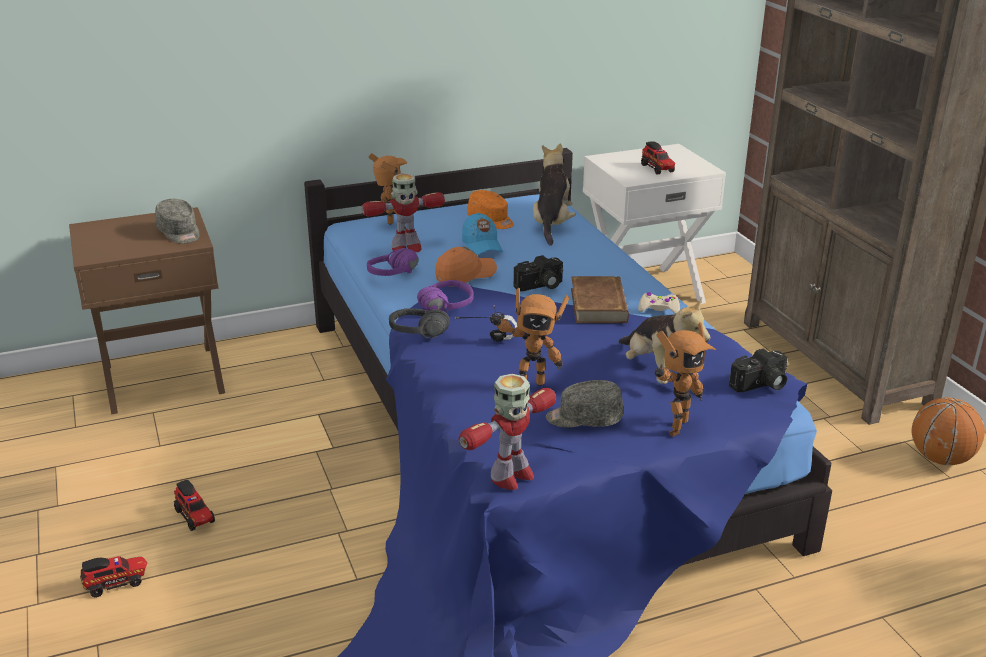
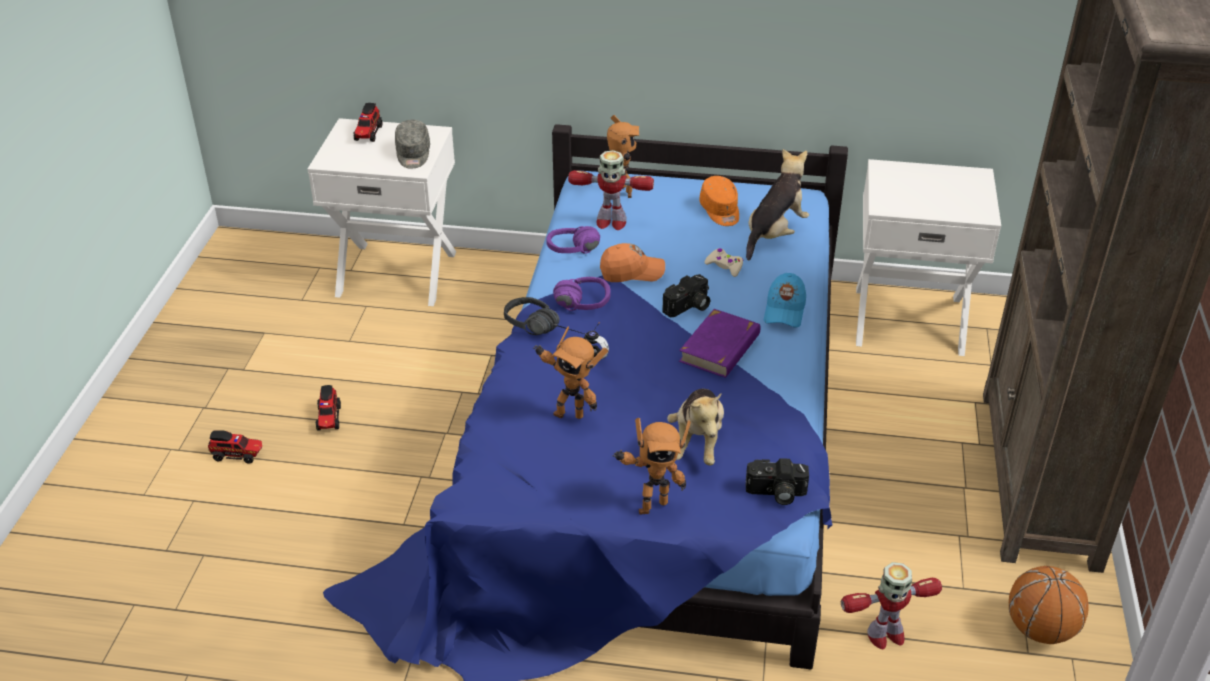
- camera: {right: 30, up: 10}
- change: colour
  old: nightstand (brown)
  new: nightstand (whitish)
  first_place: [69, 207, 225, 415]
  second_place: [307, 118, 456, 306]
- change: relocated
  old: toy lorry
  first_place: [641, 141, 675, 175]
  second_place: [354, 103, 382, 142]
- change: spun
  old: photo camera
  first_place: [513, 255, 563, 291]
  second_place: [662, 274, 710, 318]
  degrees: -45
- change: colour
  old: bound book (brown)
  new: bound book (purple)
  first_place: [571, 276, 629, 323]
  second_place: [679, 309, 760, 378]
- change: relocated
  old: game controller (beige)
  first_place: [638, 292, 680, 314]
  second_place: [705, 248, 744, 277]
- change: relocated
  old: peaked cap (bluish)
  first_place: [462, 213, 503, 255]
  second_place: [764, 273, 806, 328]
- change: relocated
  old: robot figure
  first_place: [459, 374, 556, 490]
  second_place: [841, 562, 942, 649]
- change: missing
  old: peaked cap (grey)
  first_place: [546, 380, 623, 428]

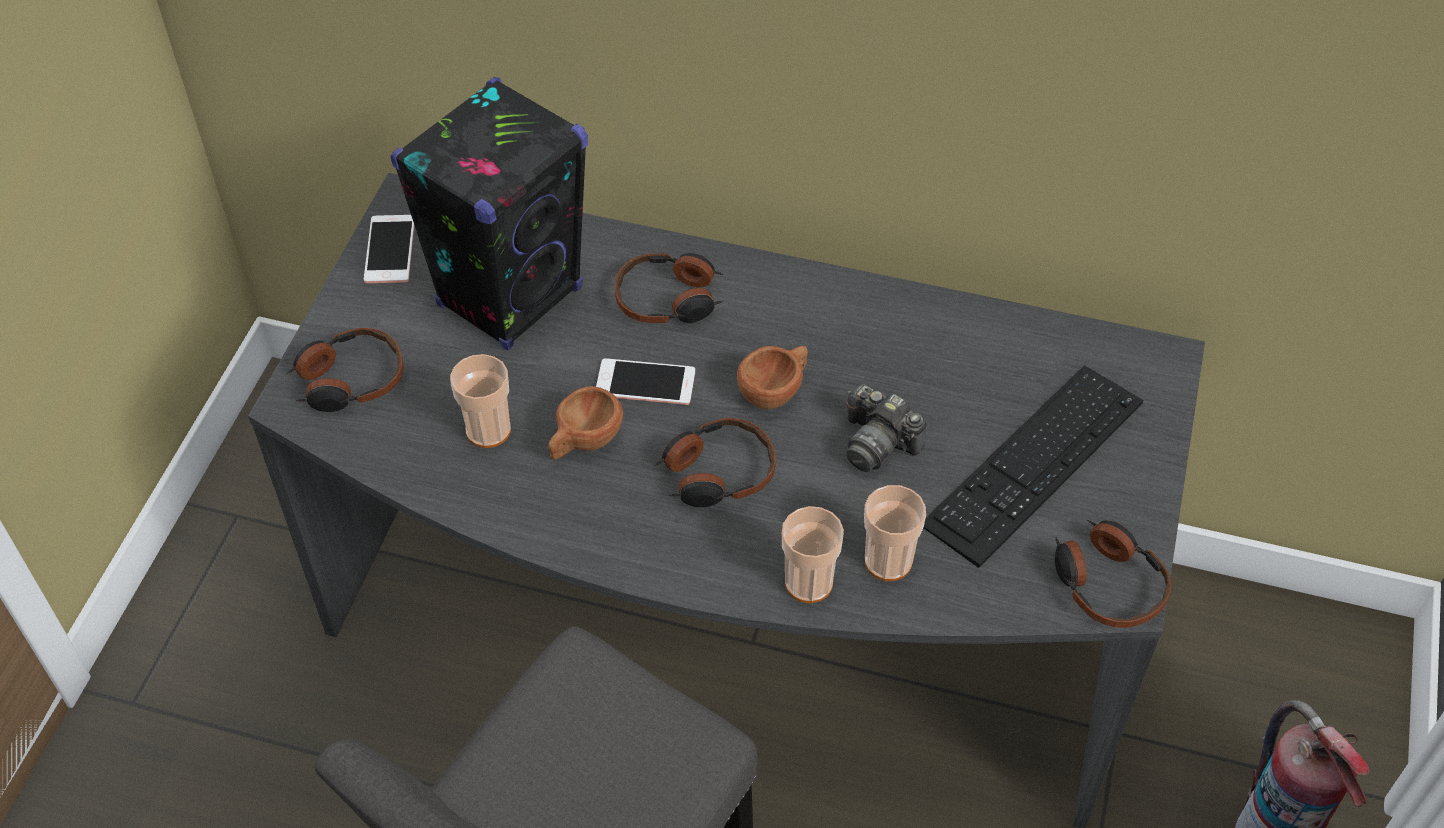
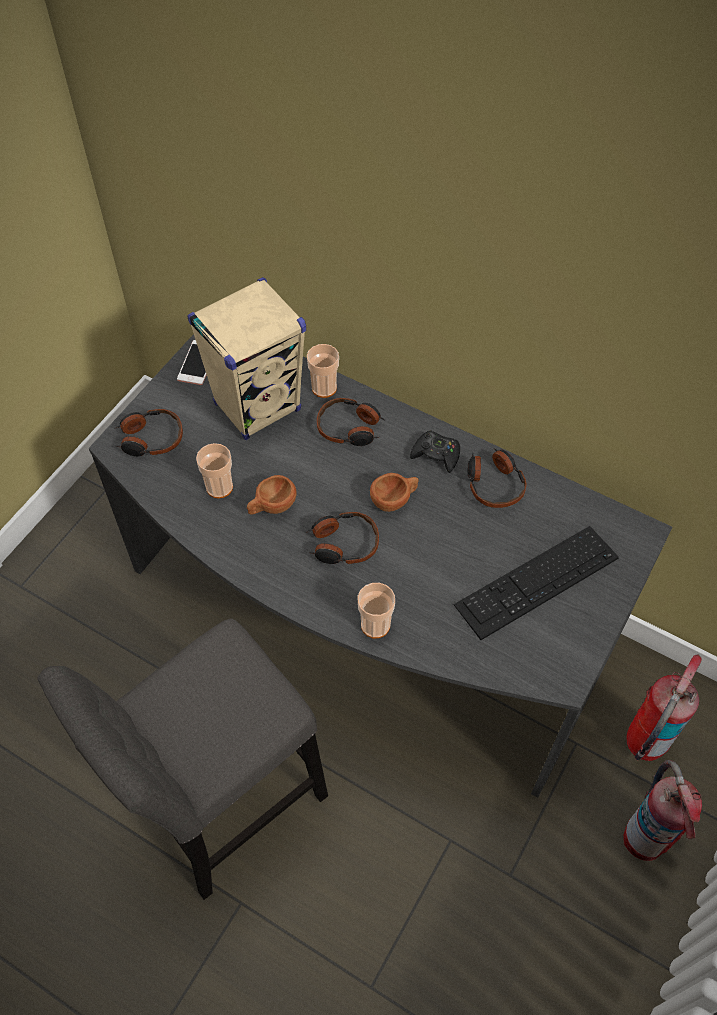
- camera: {right: 15, up: 5}
- change: colour
  old: loudspeaker (black)
  new: loudspeaker (beige)
  first_place: [391, 77, 588, 350]
  second_place: [187, 277, 306, 440]
- change: relocated
  old: cup
  first_place: [864, 485, 926, 581]
  second_place: [307, 344, 339, 398]
- change: appeared
  new: game controller (black)
  second_place: [410, 431, 460, 473]
- change: relocated
  old: headset
  first_place: [1055, 520, 1171, 628]
  second_place: [467, 448, 527, 508]
- change: appeared
  new: fire extinguisher
  second_place: [626, 655, 702, 761]
- change: missing
  old: handset
  first_place: [596, 358, 695, 405]
- change: missing
  old: photo camera
  first_place: [846, 384, 927, 472]

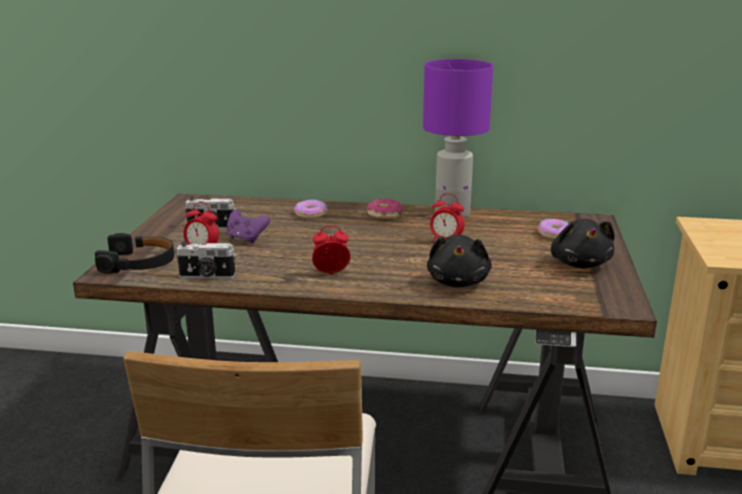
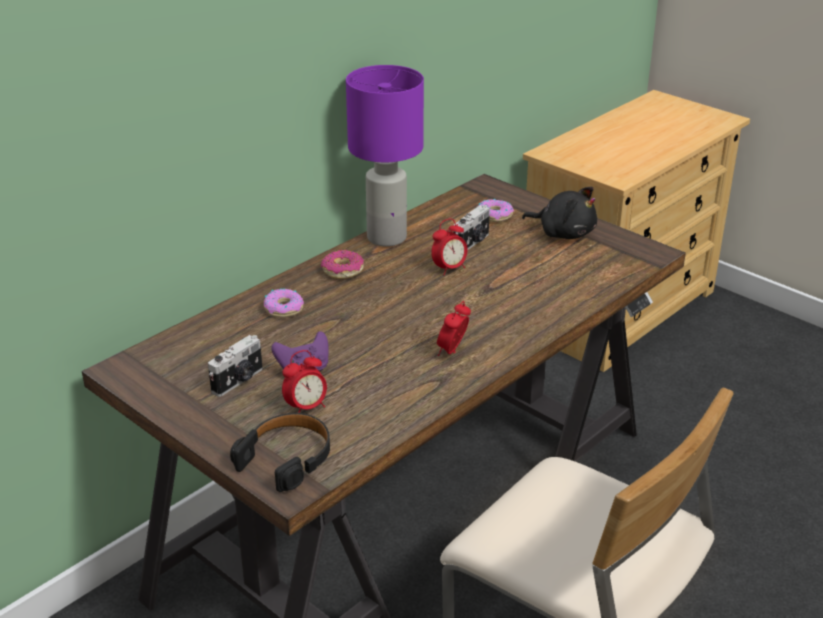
- camera: {right: -55, up: 10}
- change: relocated
  old: photo camera
  first_place: [176, 242, 236, 279]
  second_place: [454, 205, 490, 250]
- change: missing
  old: soft toy (black)
  first_place: [427, 235, 492, 287]

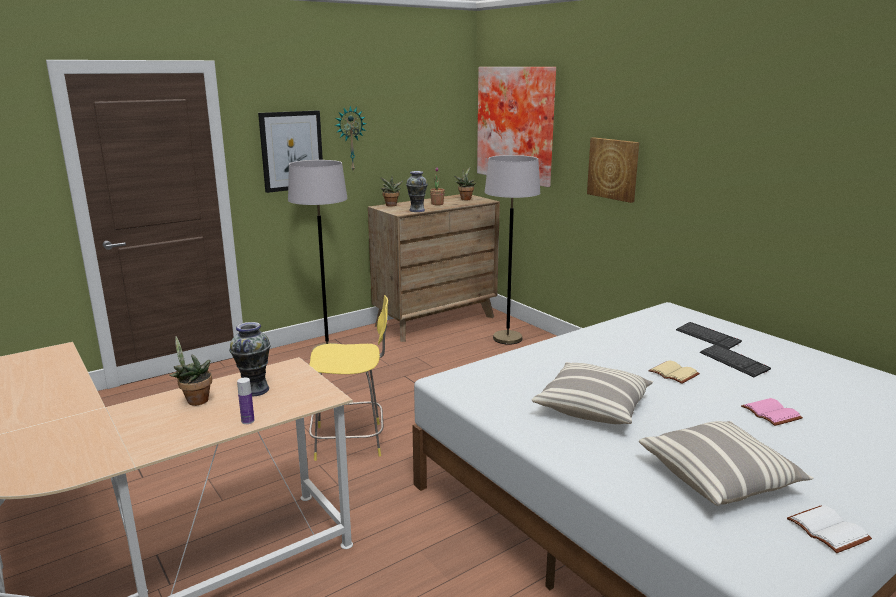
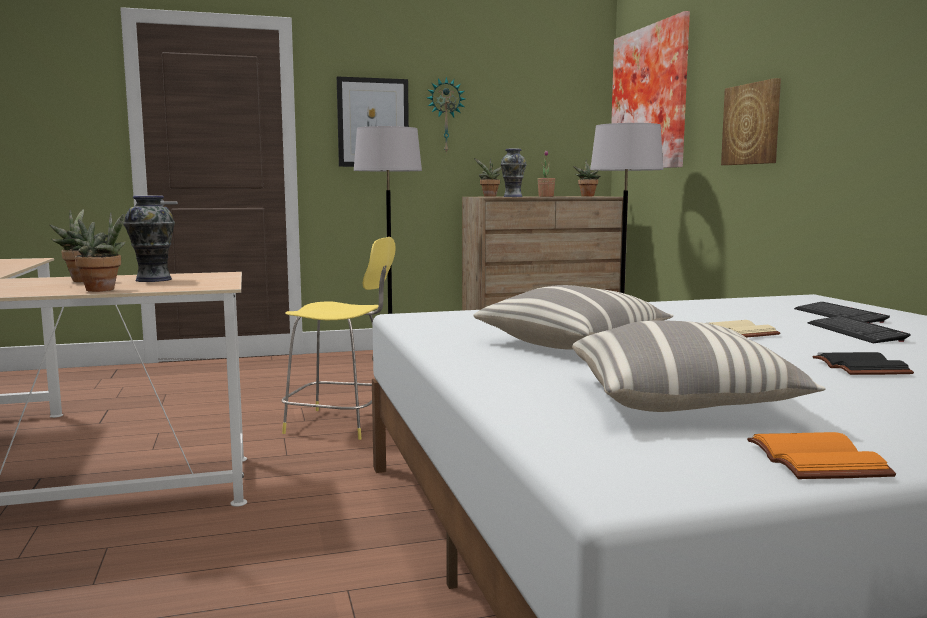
- camera: {right: 20, up: -10}
- change: exchanged
  old: drink bottle
  new: potted plant
  first_place: [237, 378, 254, 424]
  second_place: [74, 212, 126, 292]
- change: colour
  old: bound book (whitish)
  new: bound book (orange-coloured)
  first_place: [787, 505, 872, 553]
  second_place: [747, 432, 896, 479]
- change: colour
  old: bound book (pinkish)
  new: bound book (black)
  first_place: [741, 398, 803, 426]
  second_place: [812, 352, 914, 375]

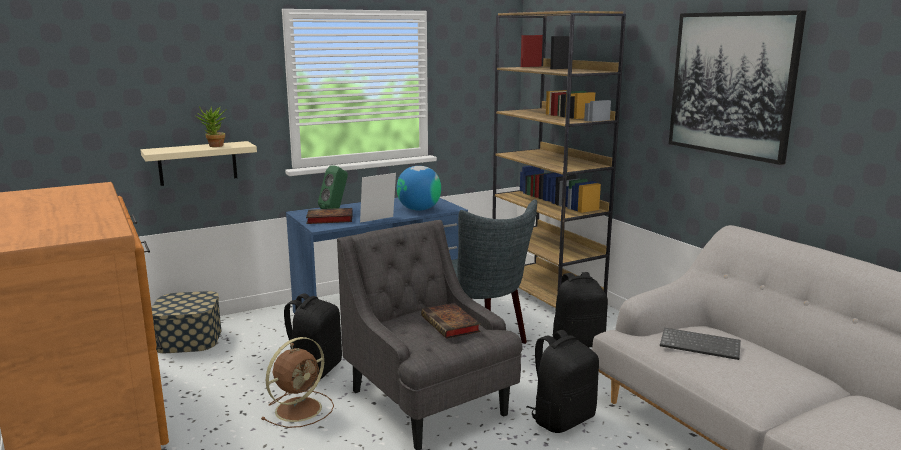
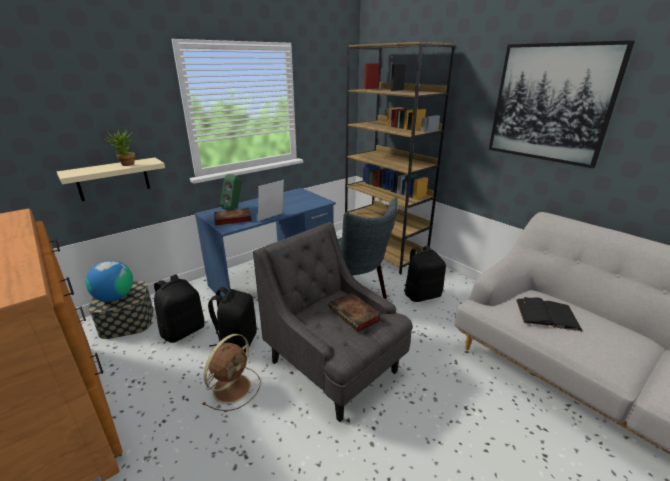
- camera: {right: -10, up: 10}
- change: relocated
  old: globe
  first_place: [397, 166, 441, 211]
  second_place: [86, 261, 133, 302]
- change: relocated
  old: knapsack (black)
  first_place: [526, 330, 599, 433]
  second_place: [154, 274, 205, 343]
- change: exchanged
  old: PC keyboard
  new: bound book (black)
  first_place: [660, 328, 741, 360]
  second_place: [516, 297, 583, 332]

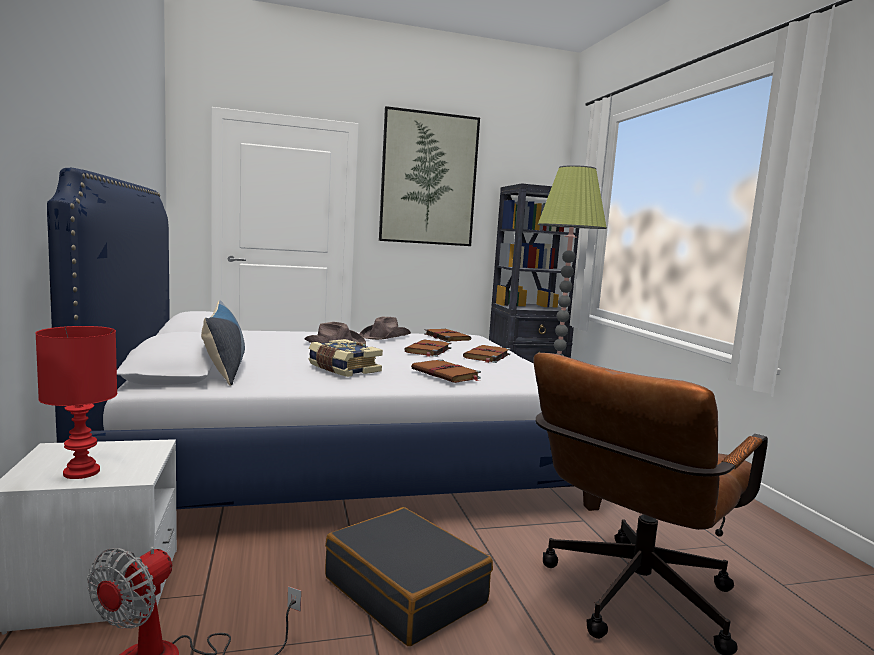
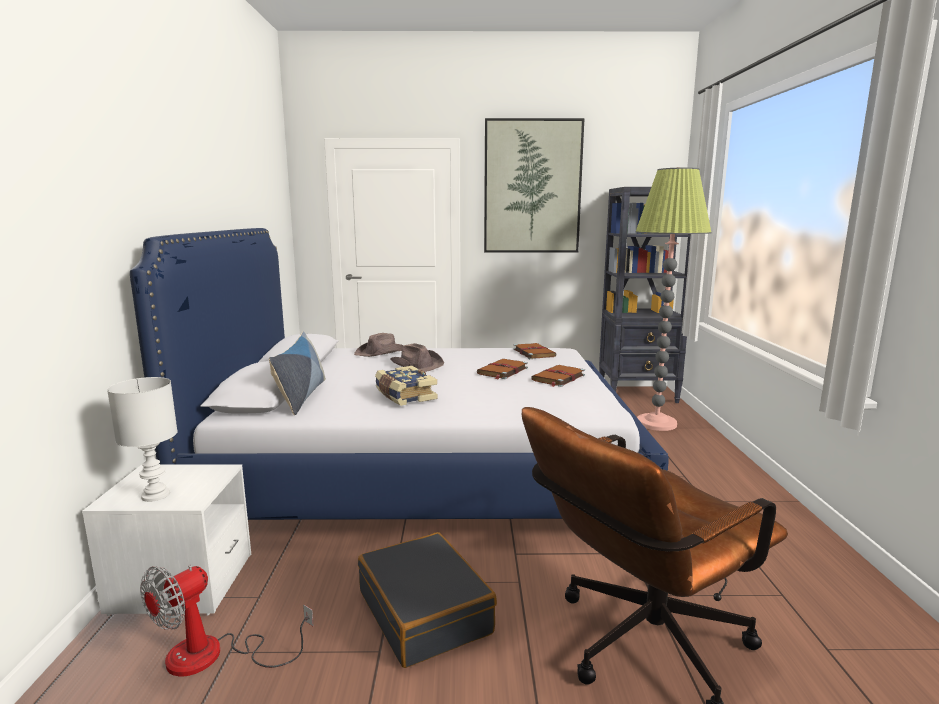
- camera: {right: 15, up: 5}
- change: colour
  old: tabletop lamp (red)
  new: tabletop lamp (whitish)
  first_place: [35, 326, 117, 479]
  second_place: [107, 377, 178, 502]
- change: relocated
  old: wearable hat (brown)
  first_place: [360, 316, 411, 340]
  second_place: [354, 333, 404, 357]
- change: missing
  old: bound book (brown)
  first_place: [411, 359, 481, 383]

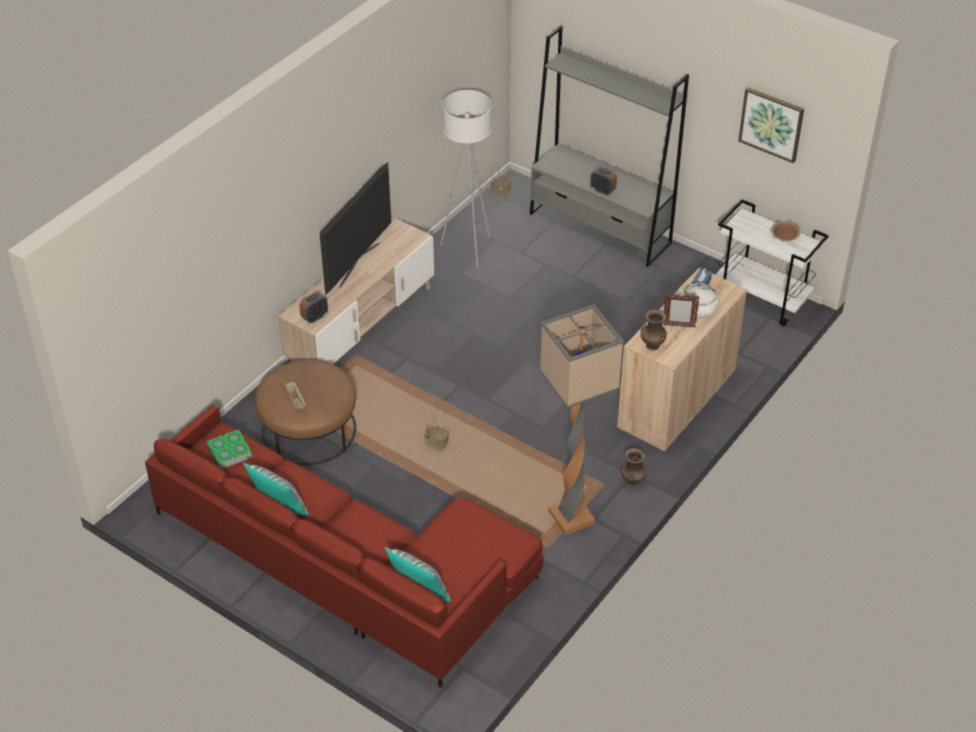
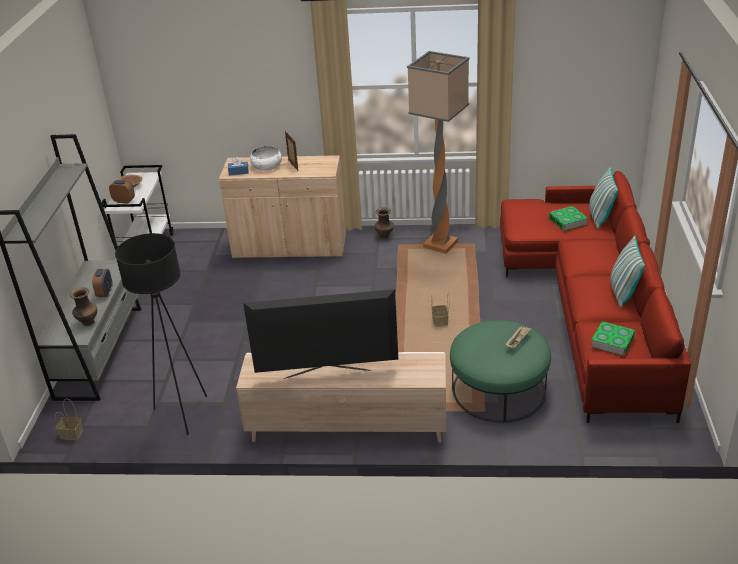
- camera: {right: -120, up: -10}
- change: relocated
  old: flower vase (brown)
  first_place: [641, 309, 667, 350]
  second_place: [70, 287, 97, 326]
- change: relocated
  old: table clock
  first_place: [299, 292, 328, 323]
  second_place: [109, 180, 135, 204]
- change: colour
  old: standard lamp (whitish)
  new: standard lamp (black)
  first_place: [441, 90, 492, 268]
  second_place: [115, 233, 207, 435]
- change: colour
  old: ottoman (brown)
  new: ottoman (green-coloured)
  first_place: [255, 360, 356, 465]
  second_place: [450, 320, 551, 422]
- change: appeared
  new: bound book
  second_place: [549, 206, 587, 231]
- change: missing
  old: wall picture
  first_place: [738, 87, 804, 163]

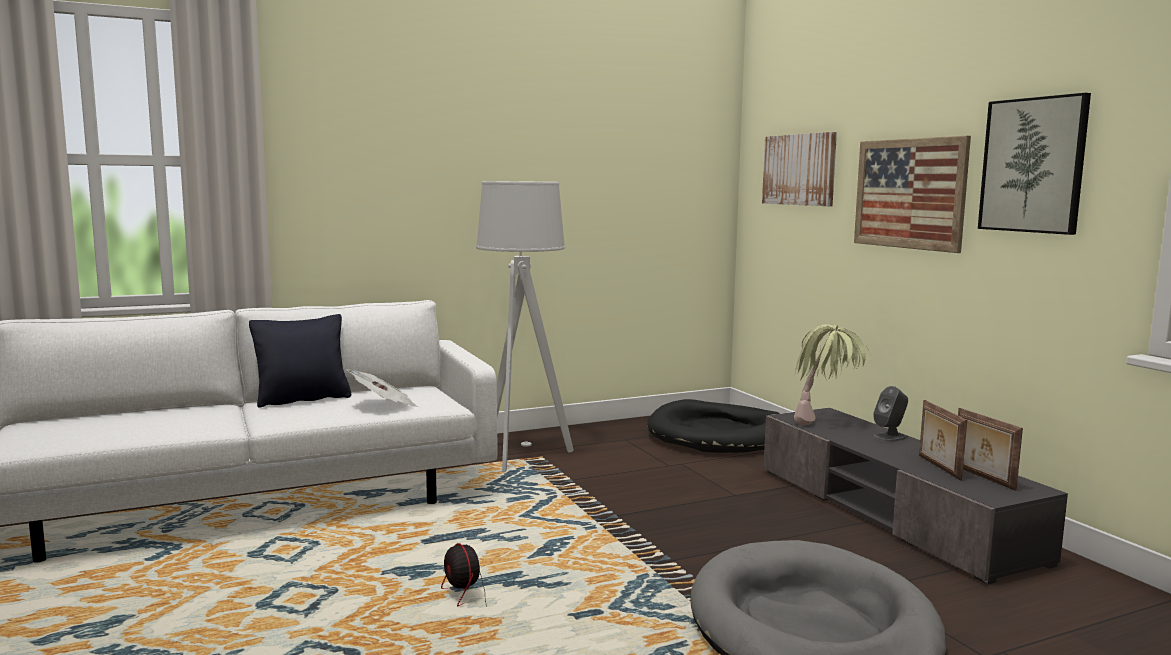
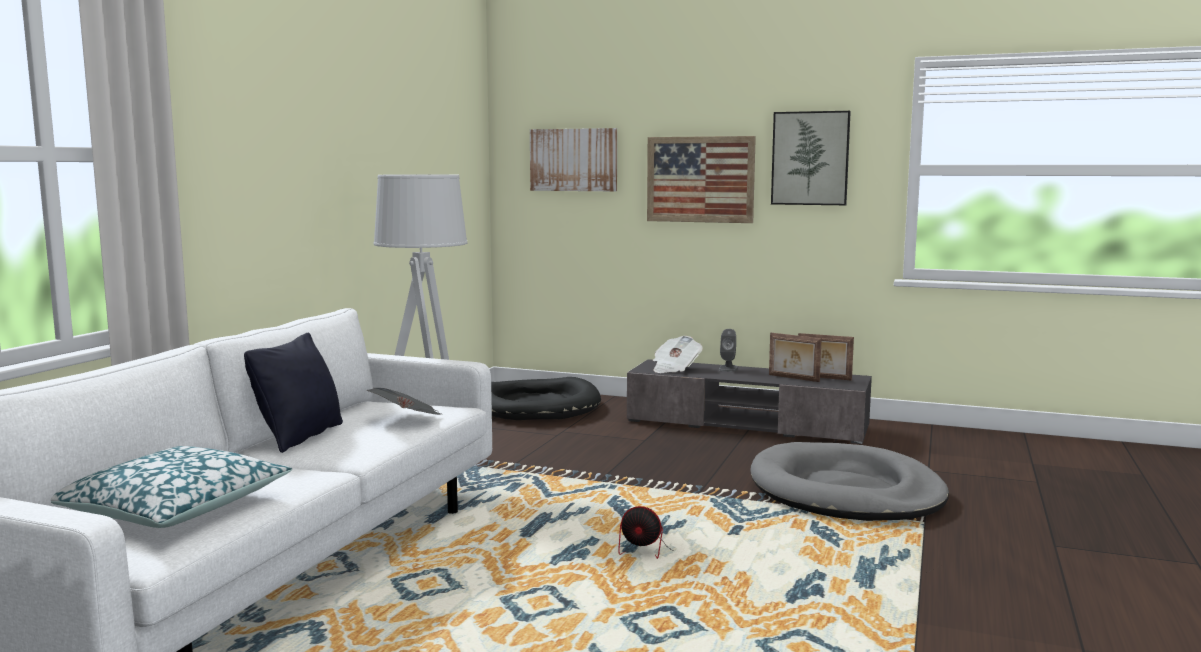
- camera: {right: -45, up: 0}
- change: appeared
  new: pillow
  second_place: [51, 446, 292, 528]
- change: exchanged
  old: potted plant
  new: printed paper
  first_place: [794, 325, 871, 426]
  second_place: [653, 336, 703, 373]

